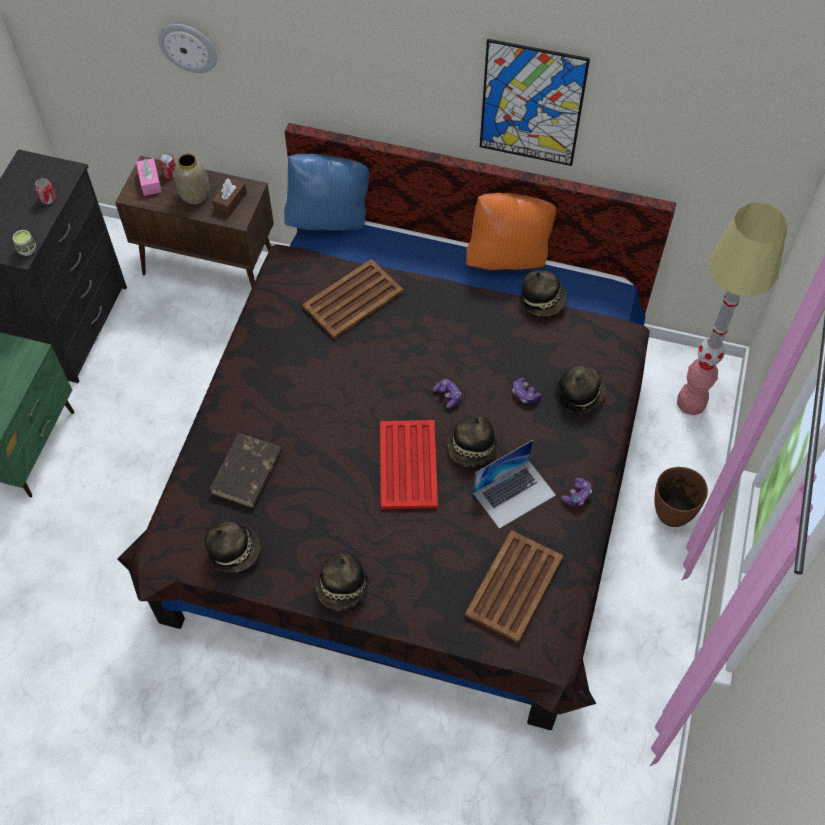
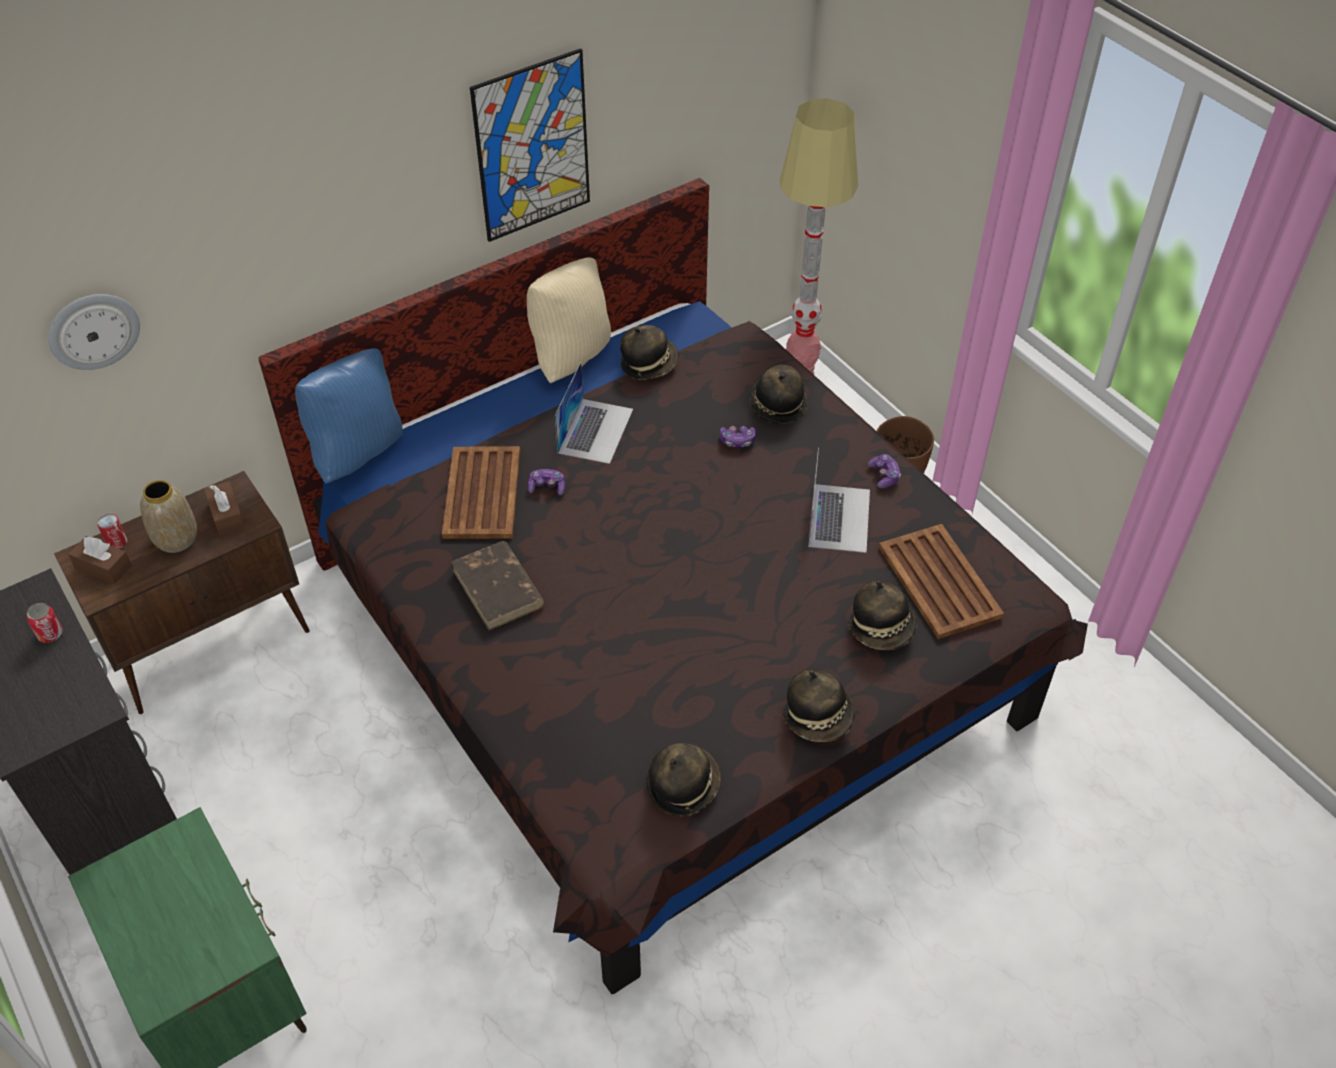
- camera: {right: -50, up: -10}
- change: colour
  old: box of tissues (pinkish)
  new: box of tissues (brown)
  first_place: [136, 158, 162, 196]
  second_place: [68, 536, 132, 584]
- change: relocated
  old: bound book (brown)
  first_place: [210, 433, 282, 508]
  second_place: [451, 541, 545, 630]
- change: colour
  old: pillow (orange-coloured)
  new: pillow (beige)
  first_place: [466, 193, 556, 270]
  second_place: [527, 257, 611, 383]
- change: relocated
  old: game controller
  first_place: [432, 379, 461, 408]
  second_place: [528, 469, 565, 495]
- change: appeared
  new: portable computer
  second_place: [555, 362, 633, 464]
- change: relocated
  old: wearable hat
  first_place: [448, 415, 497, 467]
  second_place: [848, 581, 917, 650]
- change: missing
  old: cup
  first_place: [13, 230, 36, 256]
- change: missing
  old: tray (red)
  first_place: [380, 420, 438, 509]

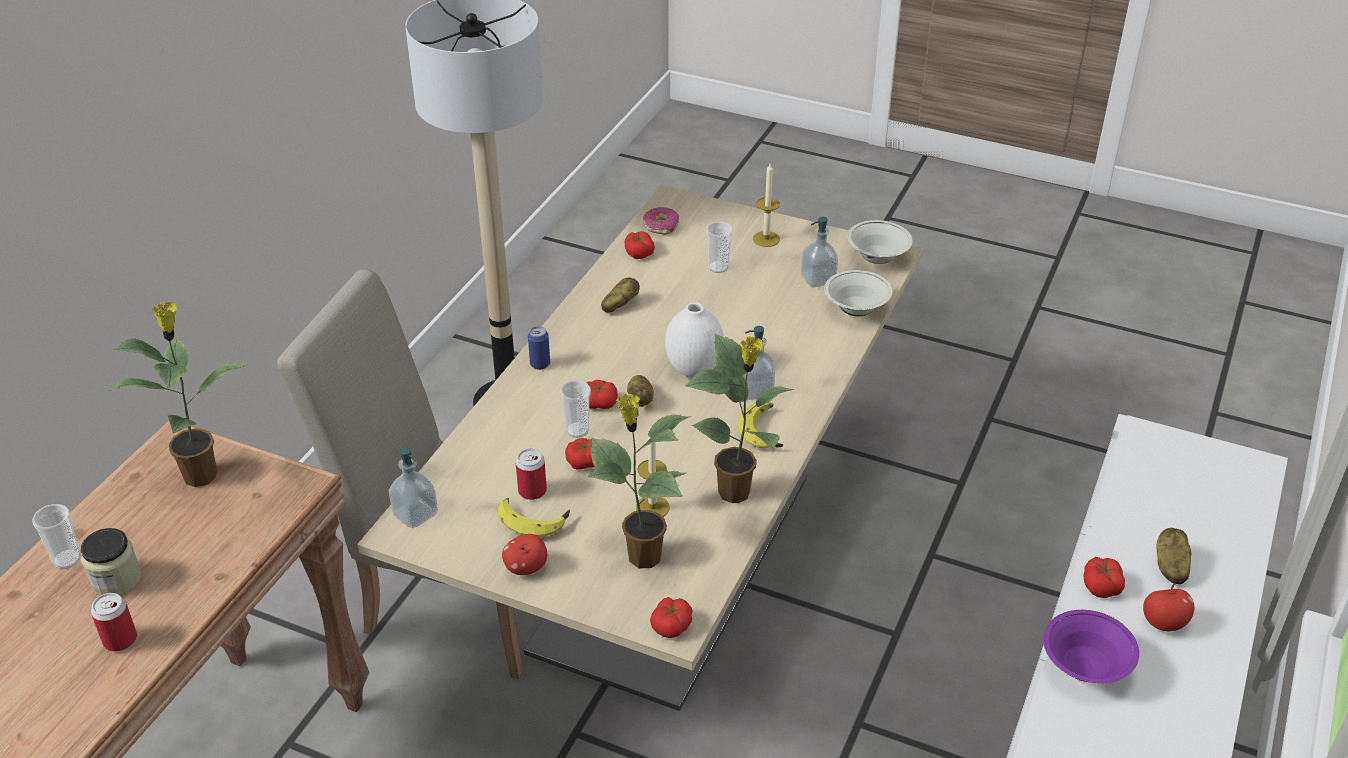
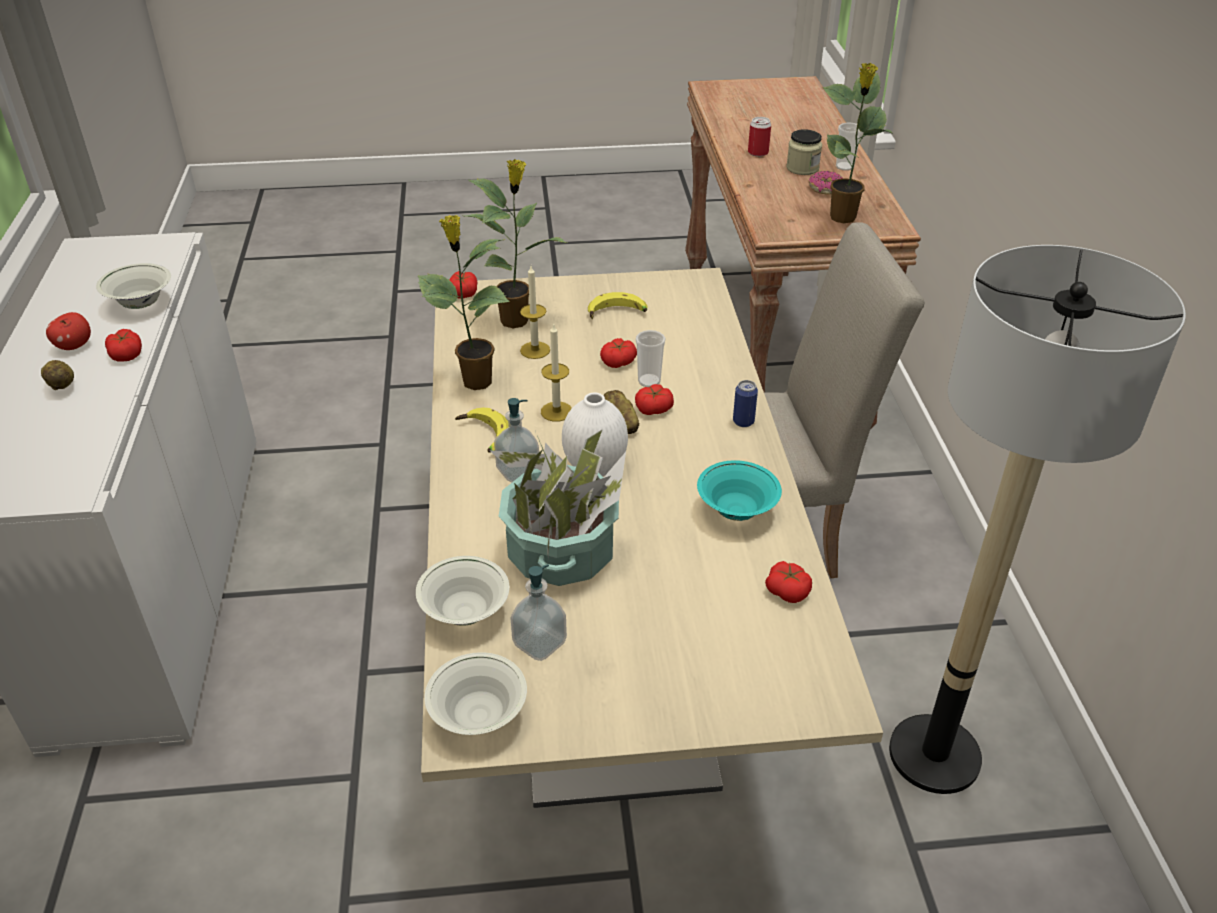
- camera: {right: 150, up: 0}
- change: colour
  old: bowl (purple)
  new: bowl (whitish)
  first_place: [1043, 610, 1139, 683]
  second_place: [96, 263, 171, 309]
- change: appeared
  new: potted plant
  second_place: [489, 429, 626, 586]
- change: relocated
  old: wax candle
  first_place: [753, 164, 780, 247]
  second_place: [541, 323, 572, 422]
- change: exchanged
  old: spud
  new: bowl (blue-green)
  first_place: [601, 278, 640, 313]
  second_place: [697, 460, 782, 521]
- change: relocated
  old: donut
  first_place: [643, 207, 679, 235]
  second_place: [809, 171, 843, 195]
- change: missing
  old: soap bottle
  first_place: [389, 447, 438, 528]
- change: missing
  old: apple
  first_place: [502, 534, 547, 575]
- change: missing
  old: metal can
  first_place: [515, 449, 547, 500]
- change: missing
  old: cup
  first_place: [706, 222, 733, 273]

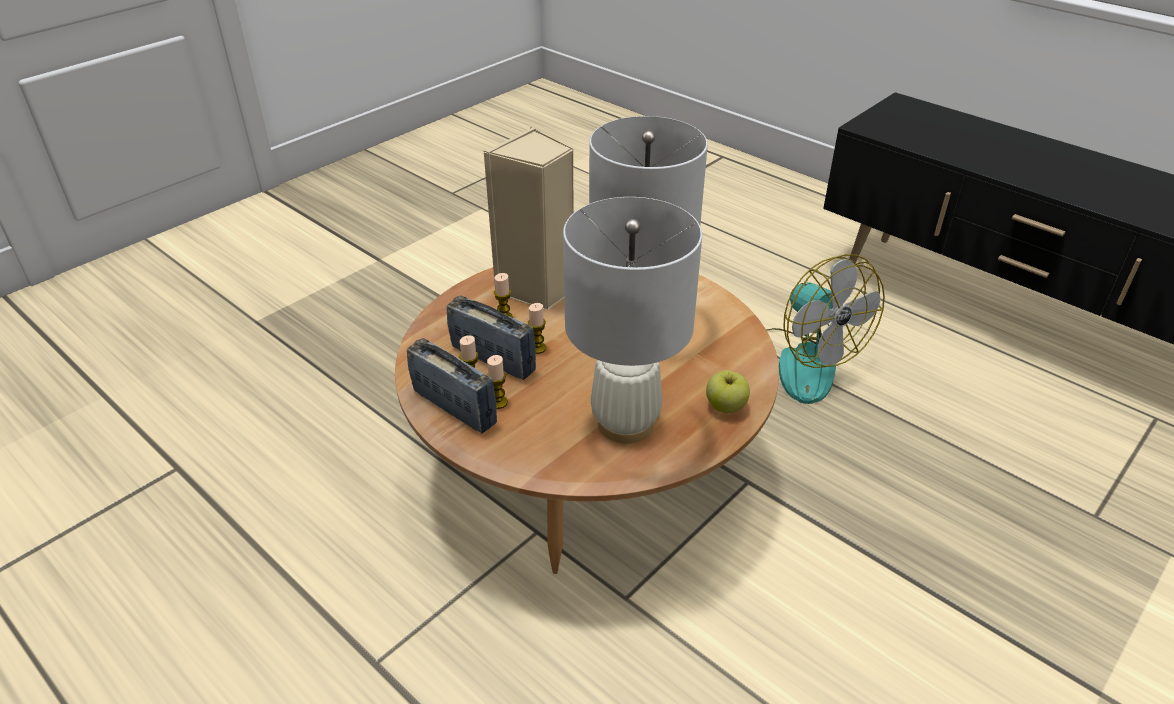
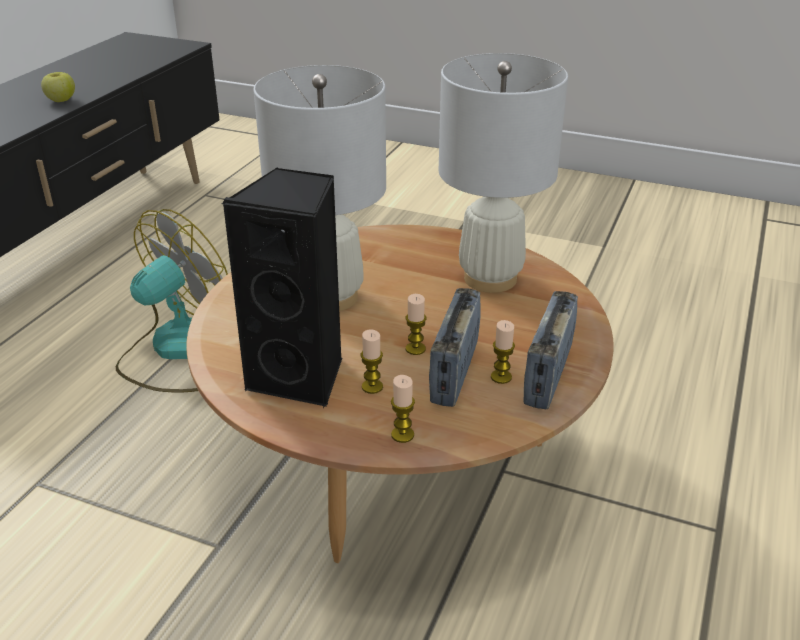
- camera: {right: -110, up: -5}
- change: relocated
  old: apple
  first_place: [706, 371, 750, 413]
  second_place: [41, 72, 75, 102]
- change: colour
  old: loudspeaker (beige)
  new: loudspeaker (black)
  first_place: [484, 127, 574, 310]
  second_place: [222, 167, 342, 409]
- change: relocated
  old: wax candle
  first_place: [487, 355, 508, 409]
  second_place: [391, 375, 415, 443]

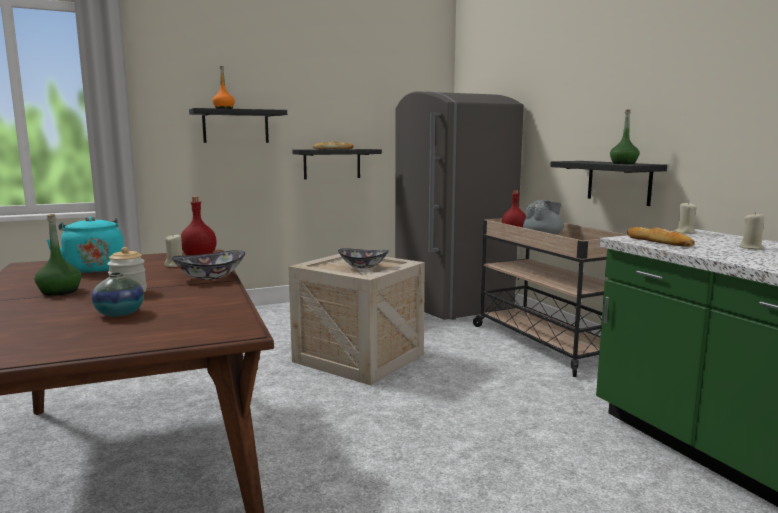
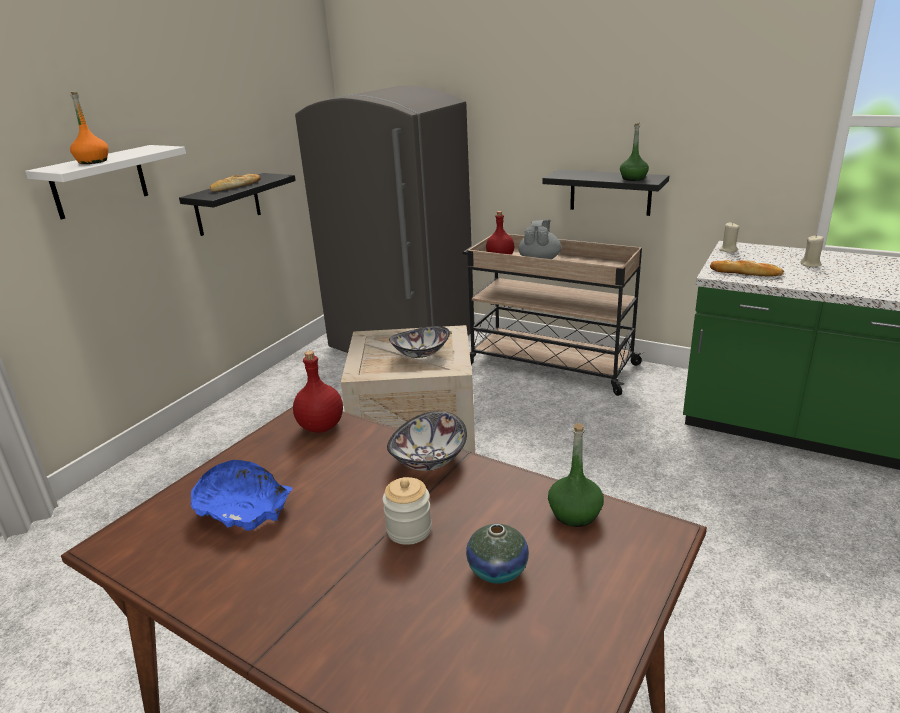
- camera: {right: -35, up: 15}
- change: colour
  old: wall shelf (black)
  new: wall shelf (whitish)
  first_place: [189, 108, 287, 143]
  second_place: [25, 145, 186, 220]
- change: exchanged
  old: kettle (blue-green)
  new: bowl (bluish)
  first_place: [46, 216, 124, 273]
  second_place: [191, 460, 293, 531]
- change: relocated
  old: drink bottle (green-coloured)
  first_place: [35, 214, 81, 296]
  second_place: [548, 423, 604, 527]
- change: missing
  old: wax candle (beige)
  first_place: [164, 235, 182, 267]

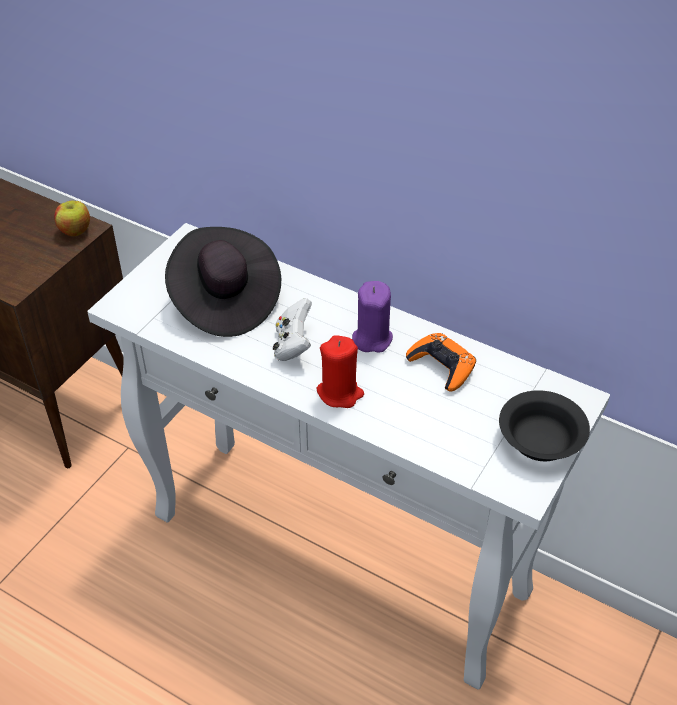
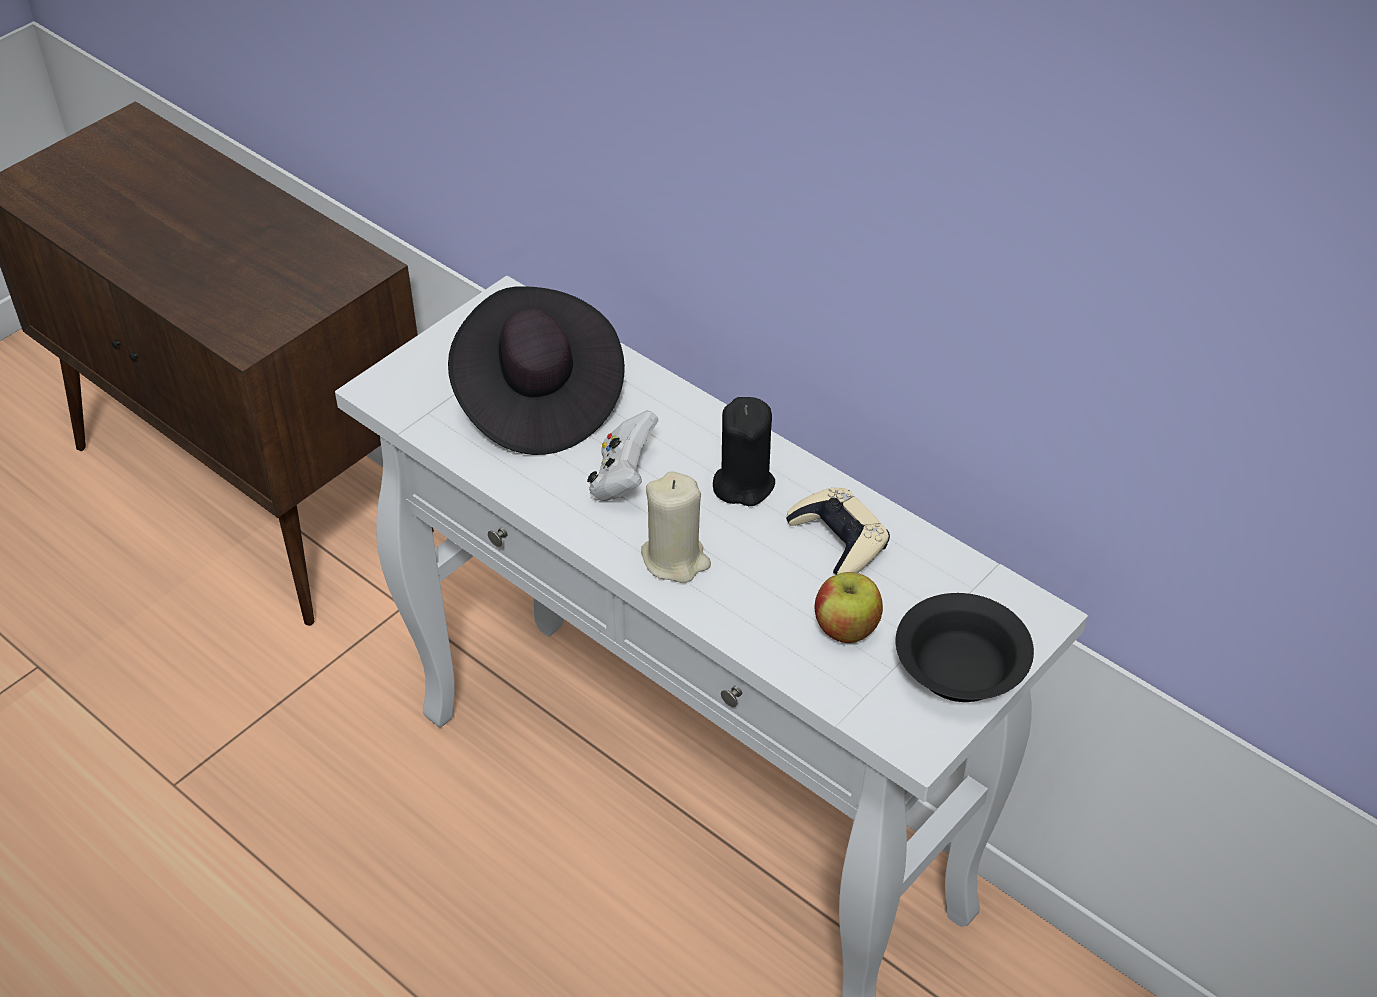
- camera: {right: 10, up: 0}
- change: colour
  old: wax candle (red)
  new: wax candle (beige)
  first_place: [317, 335, 364, 408]
  second_place: [641, 471, 711, 583]
- change: colour
  old: wax candle (purple)
  new: wax candle (black)
  first_place: [352, 281, 393, 353]
  second_place: [713, 397, 775, 506]
- change: colour
  old: game controller (orange-coloured)
  new: game controller (beige)
  first_place: [406, 333, 476, 392]
  second_place: [786, 488, 890, 575]
- change: relocated
  old: apple
  first_place: [54, 201, 90, 236]
  second_place: [814, 572, 883, 643]

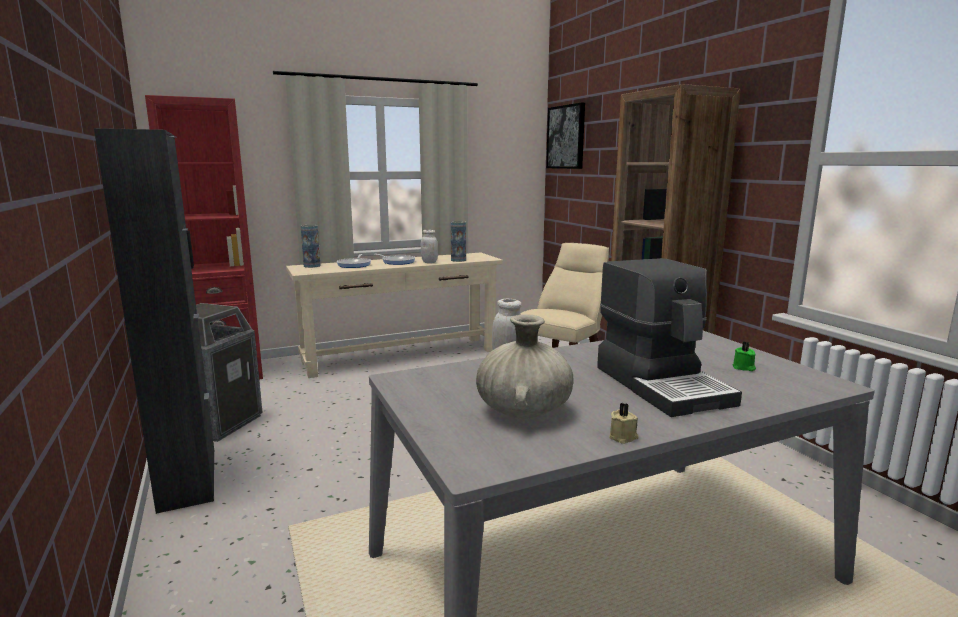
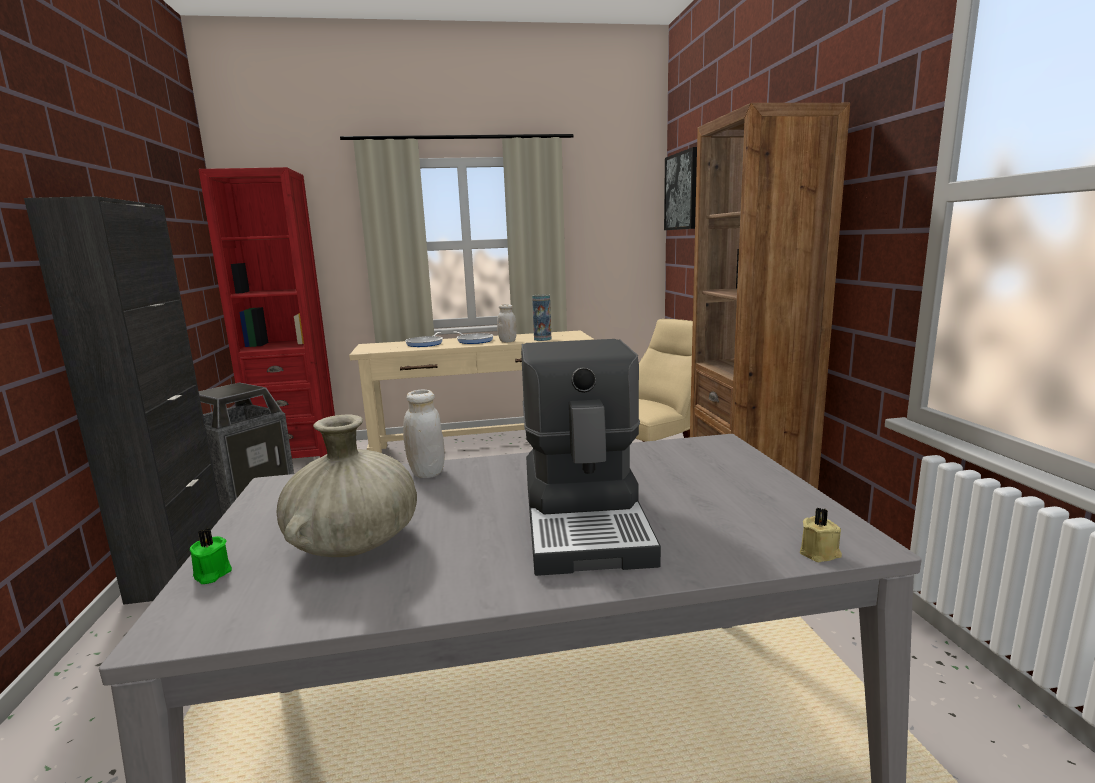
- camera: {right: 15, up: 0}
- change: relocated
  old: wax candle (green-coloured)
  first_place: [733, 342, 756, 371]
  second_place: [190, 528, 232, 584]
- change: relocated
  old: wax candle (beige)
  first_place: [609, 403, 639, 444]
  second_place: [800, 508, 842, 562]
- change: missing
  old: flower vase
  first_place: [301, 225, 321, 268]

